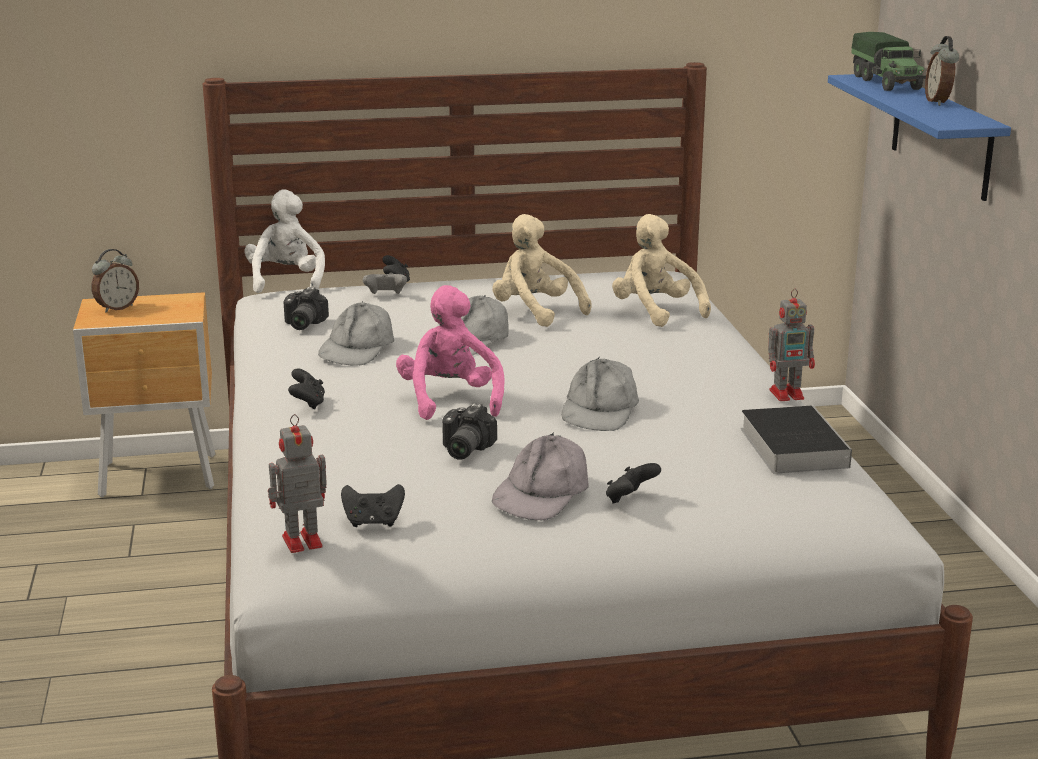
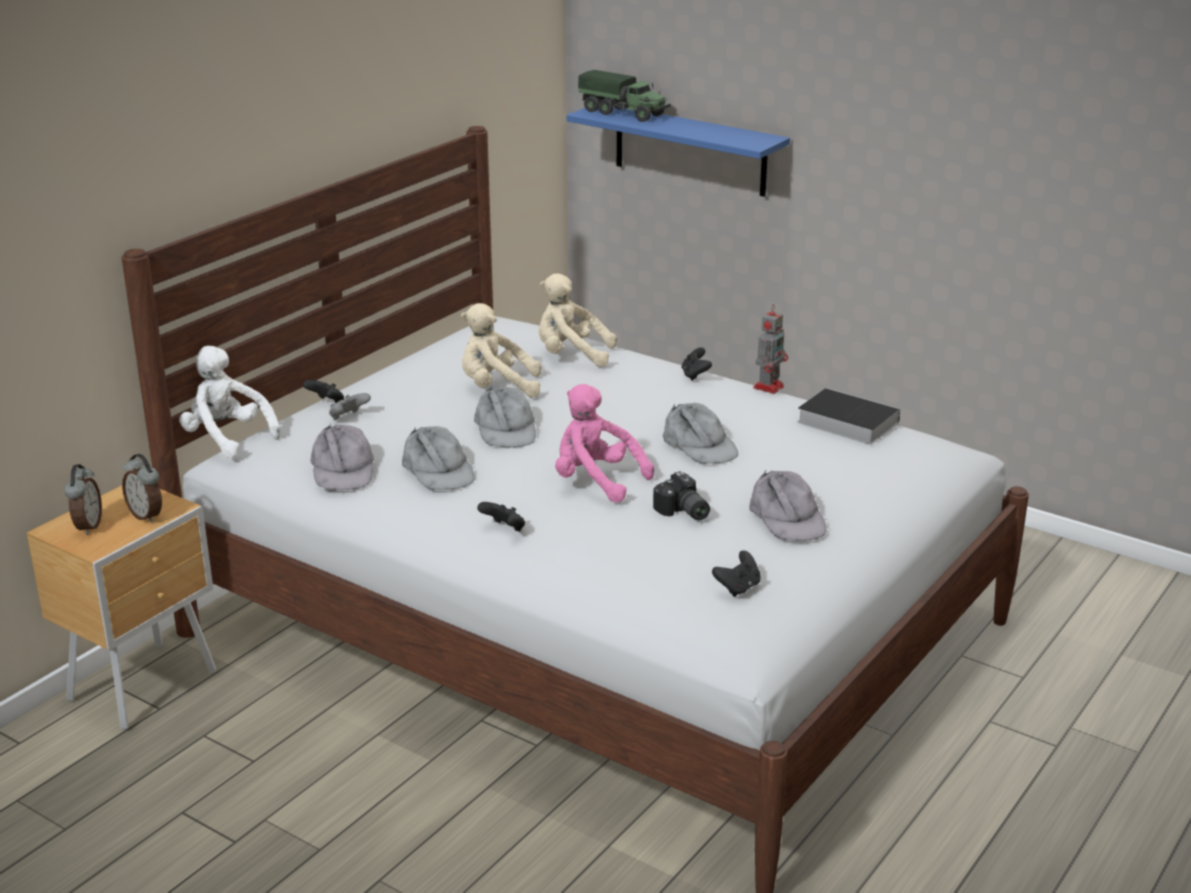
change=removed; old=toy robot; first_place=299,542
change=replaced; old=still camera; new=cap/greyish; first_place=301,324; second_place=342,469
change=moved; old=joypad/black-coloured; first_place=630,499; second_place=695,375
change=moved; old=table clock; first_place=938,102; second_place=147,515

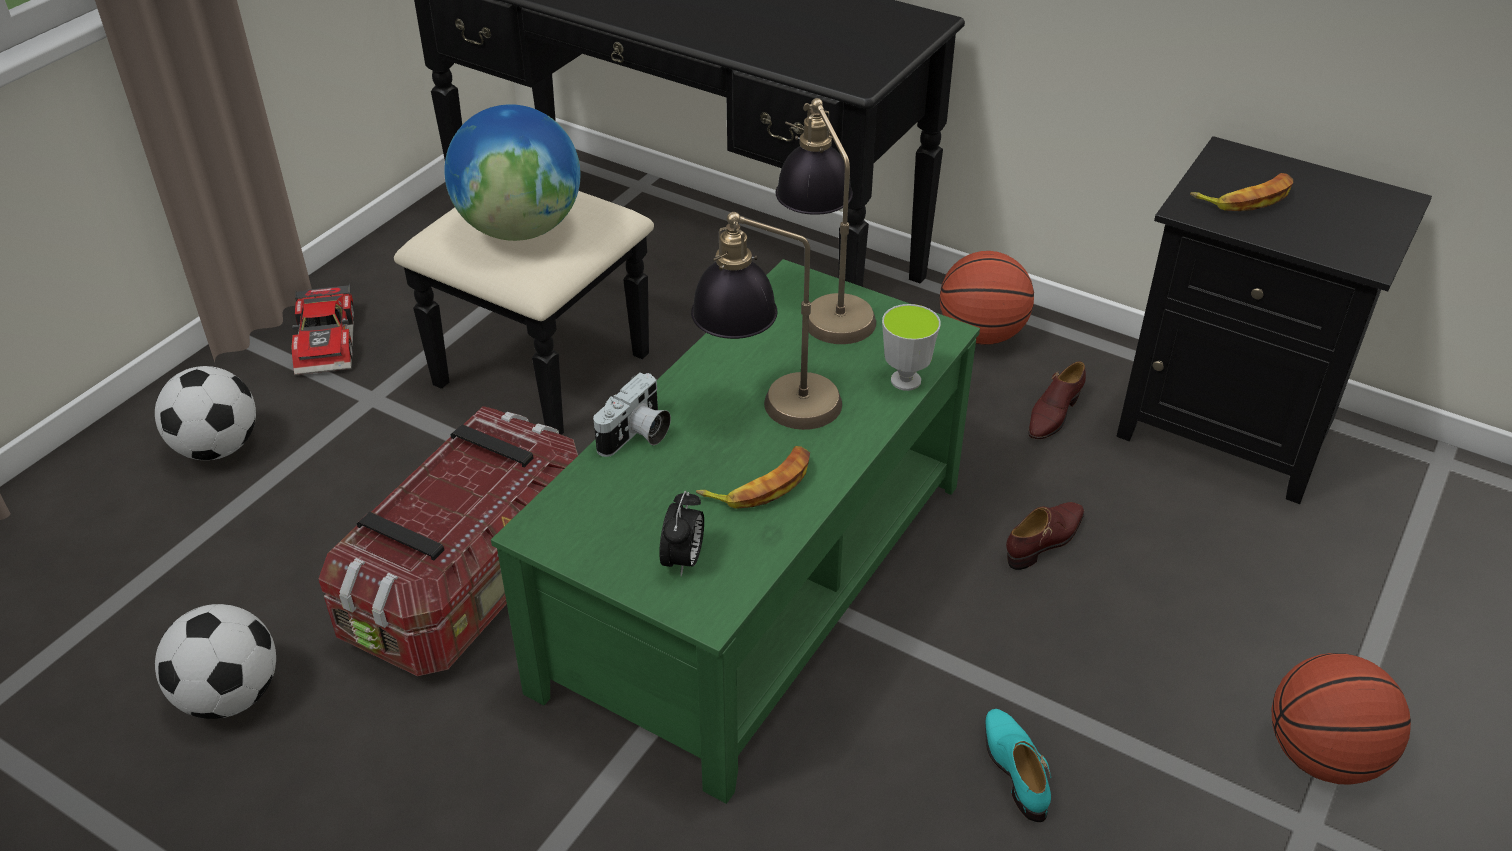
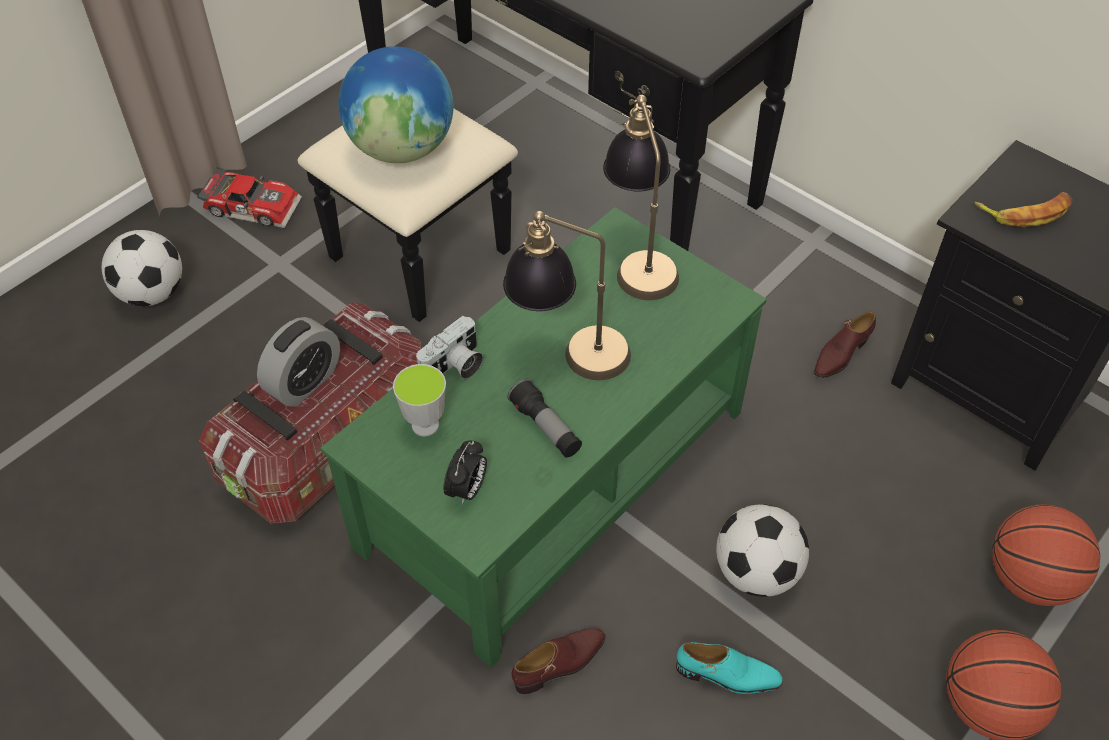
change=moved; old=football ball; first_place=230,696; second_place=756,572
change=turned; old=model car; first_place=329,341; second_place=254,205; degrees=-75
change=replaced; old=banana fruit; new=hand torch; first_place=761,484; second_place=545,427
change=moved; old=small cup; first_place=905,380; second_place=425,425
change=moved; old=ball for basketball; first_place=981,335; second_place=1029,579
change=turned; old=low shoe/turquoise; first_place=1015,768; second_place=727,675; degrees=105
change=moved; old=low shoe/brown; first_place=1045,541; second_place=560,664
change=added; new=table clock; second_place=304,382

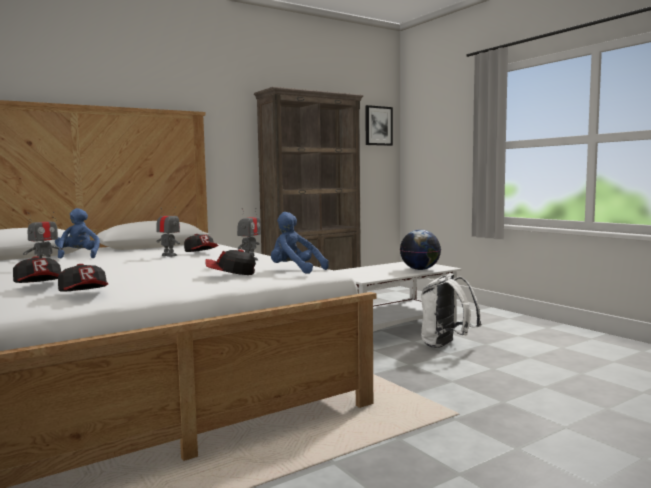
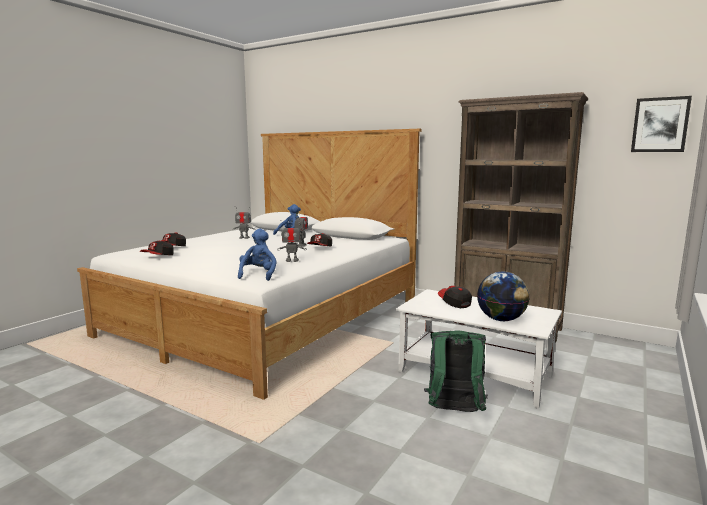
change=moved; old=cap; first_place=231,274; second_place=454,303
change=recoloured; old=knapsack/whitish; new=knapsack/green; first_place=446,345; second_place=454,412

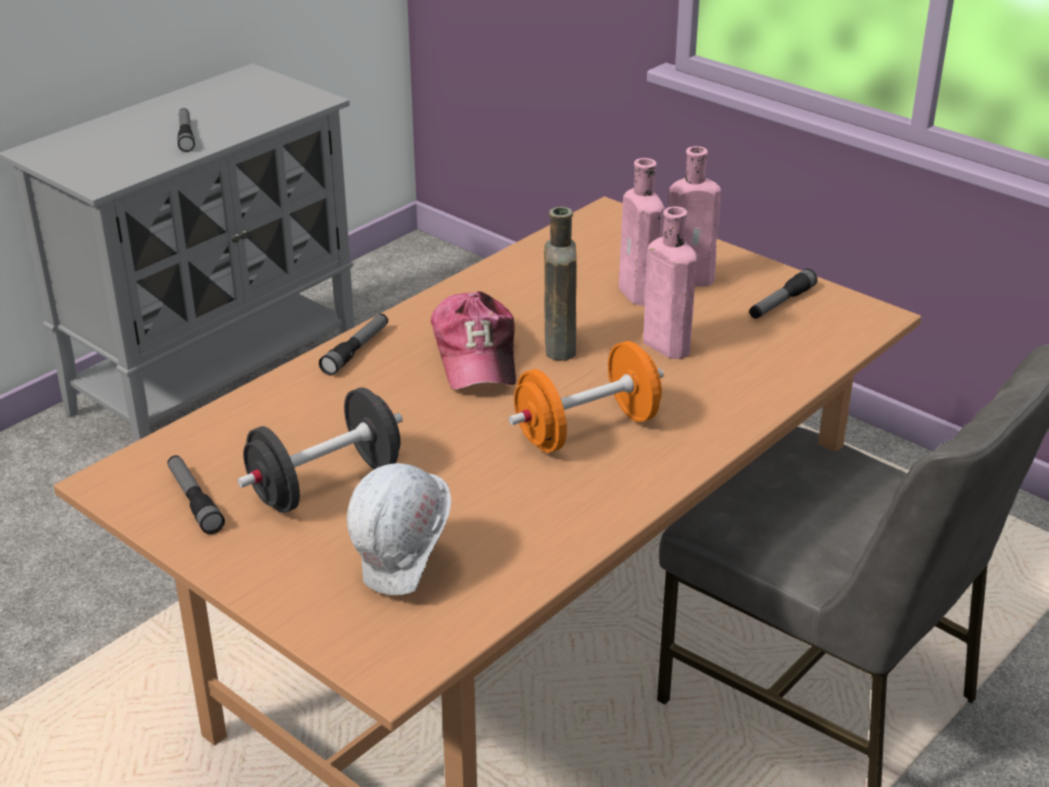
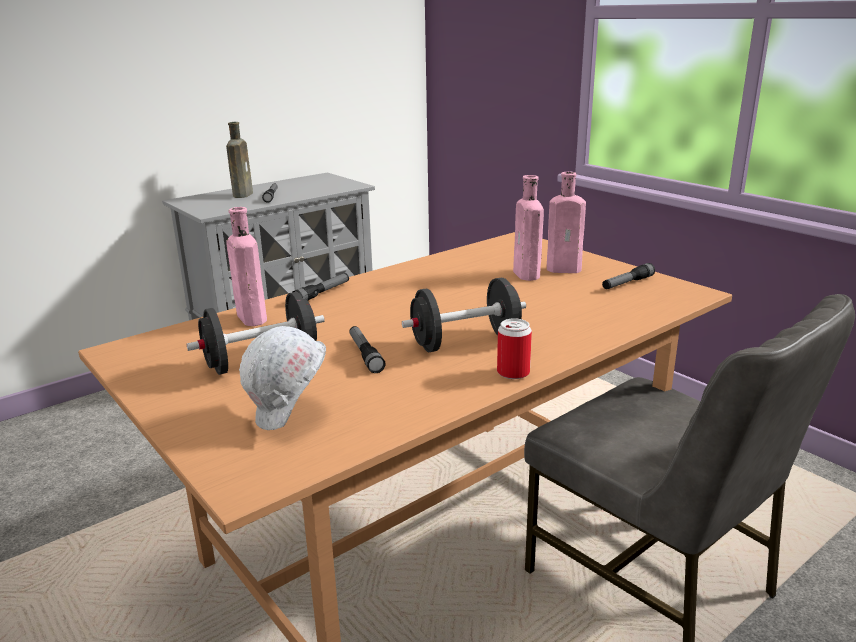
change=moved; old=hand torch; first_place=194,501; second_place=365,355
change=removed; old=cap; first_place=476,355
change=recoloured; old=dumbbell/orangey; new=dumbbell/black-coloured; first_place=586,430; second_place=465,342
change=moved; old=drink bottle/brown; first_place=559,344; second_place=243,194
change=moved; old=drink bottle/pinkish; first_place=663,344; second_place=250,317
change=added; new=can; second_place=513,373

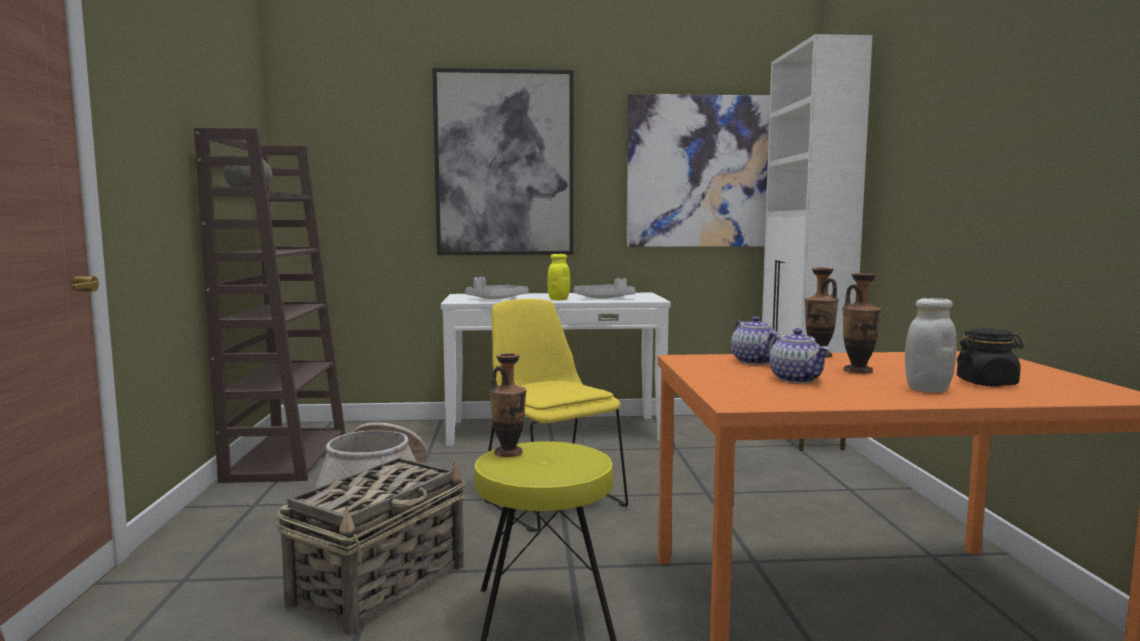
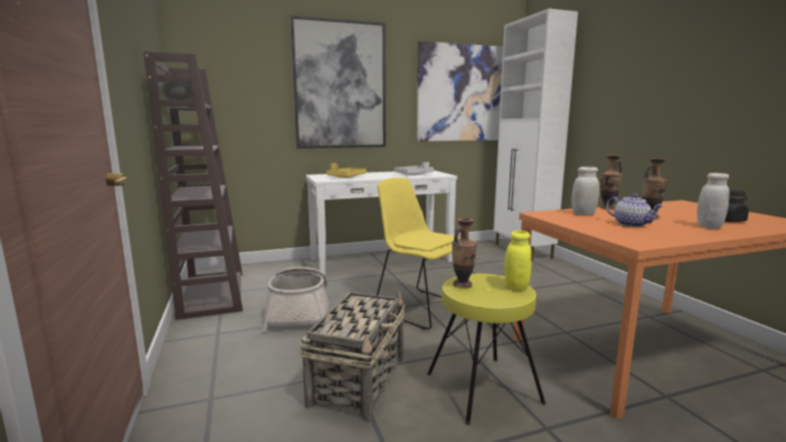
change=recoloured; old=carrying tray/greyish; new=carrying tray/yellow-coloured; first_place=496,299; second_place=346,177
change=moved; old=jar/yellow-coloured; first_place=558,299; second_place=516,286
change=replaced; old=pot for tea; new=jar/whitish; first_place=755,361; second_place=583,214

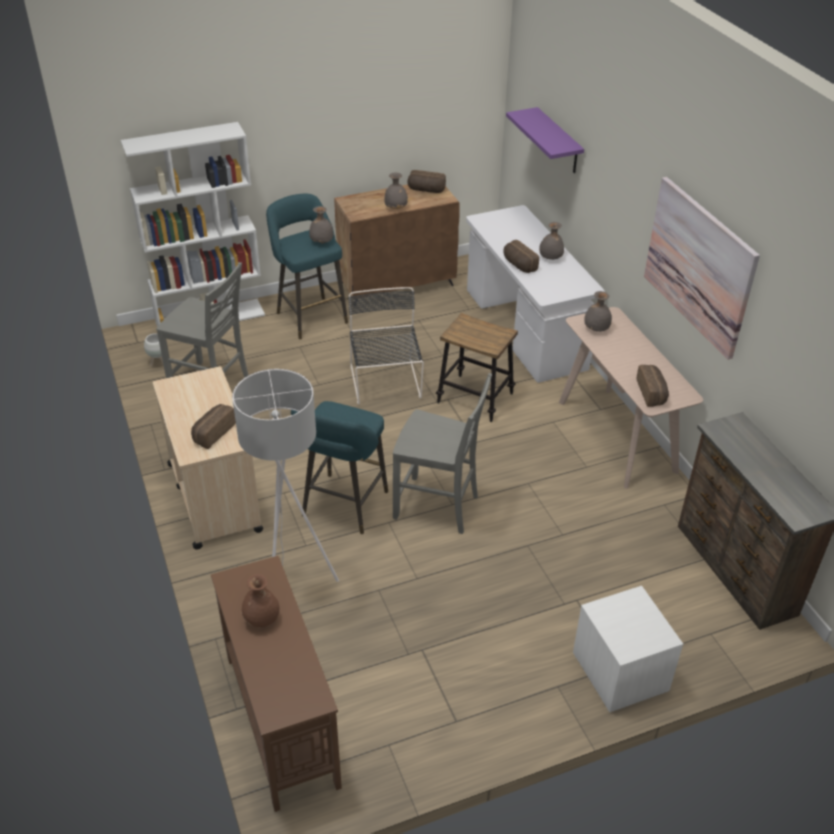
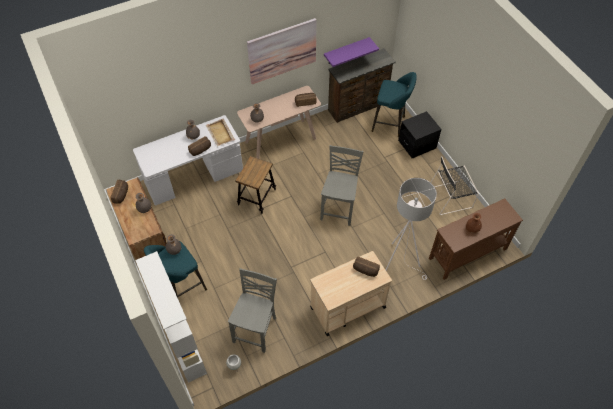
change=moved; old=stool seat/turquoise; first_place=343,507; second_place=390,124
change=moved; old=plain chair/black-coloured; first_place=385,384; second_place=451,197
change=moved; old=shelf/purplish; first_place=558,141; second_place=346,51
change=recoloured; old=night table/whitish; new=night table/black-coloured; first_place=620,672; second_place=417,144
change=added; new=carrying tray/sand-coloured; second_place=220,133

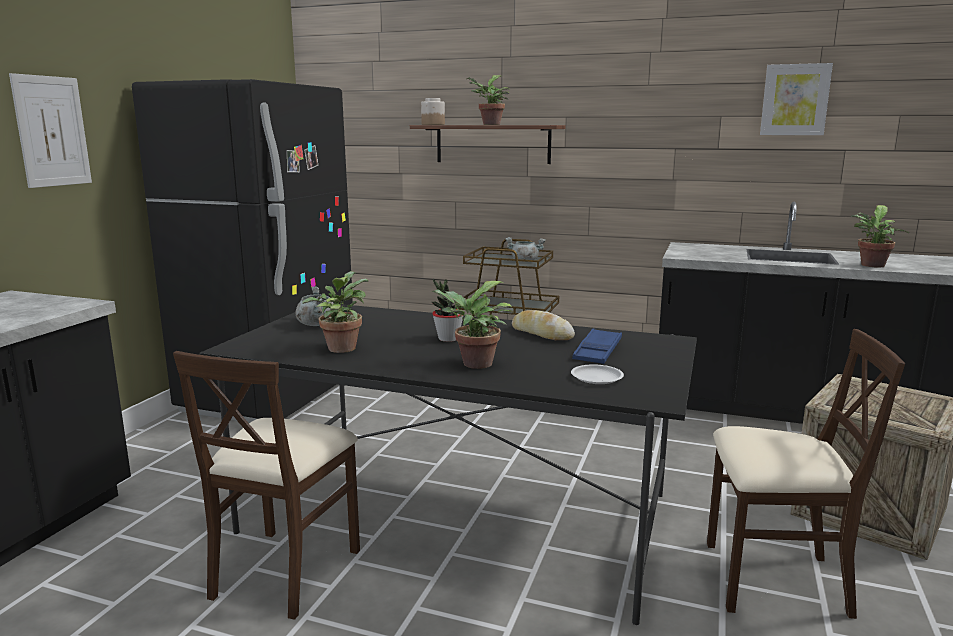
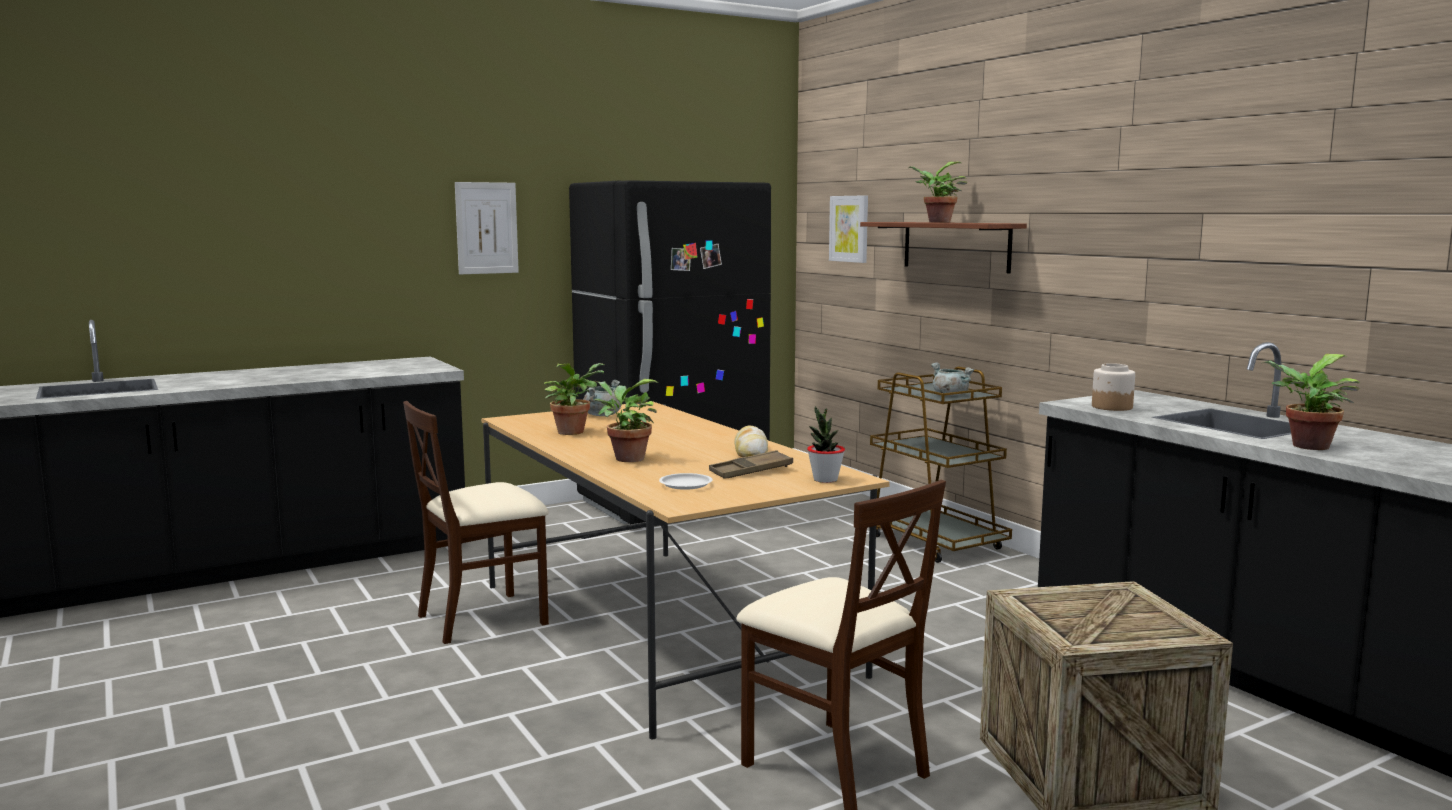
change=recoloured; old=dinner table/black-coloured; new=dinner table/sand-coloured; first_place=458,513; second_place=660,627
change=moved; old=jar; first_place=432,125; second_place=1111,407
change=moved; old=plant in a pot; first_place=448,339; second_place=825,480
change=recoloured; old=carrying tray/bluish; new=carrying tray/brown; first_place=597,352; second_place=751,471
change=moved; old=picture; first_place=795,100; second_place=849,228

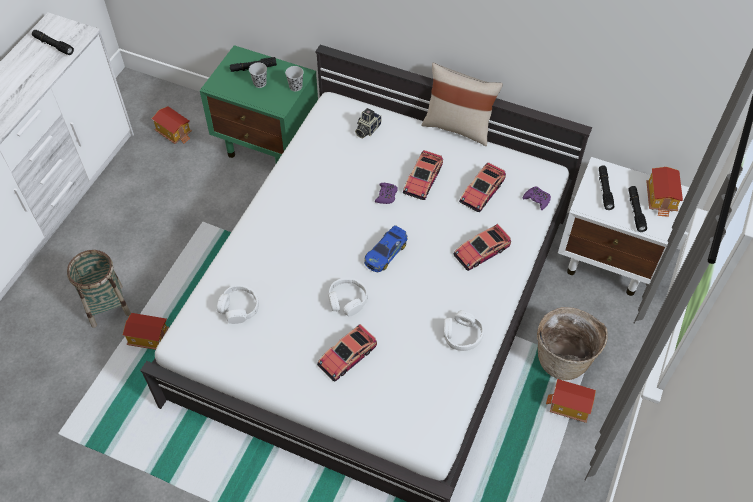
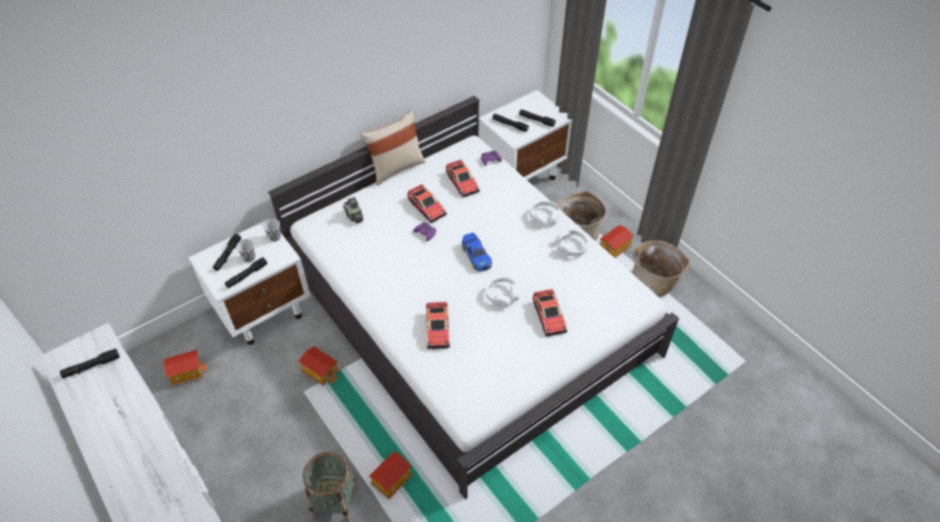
change=recoloured; old=night table/green; new=night table/whitish; first_place=269,145; second_place=264,312
change=moved; old=headset/whitish; first_place=239,308; second_place=544,217
change=moved; old=model car; first_place=481,251; second_place=437,329
change=moved; old=toy house; first_place=661,199; second_place=321,371
change=added; new=hand torch/black-coloured; second_place=246,275
change=added; new=basket; second_place=654,282

